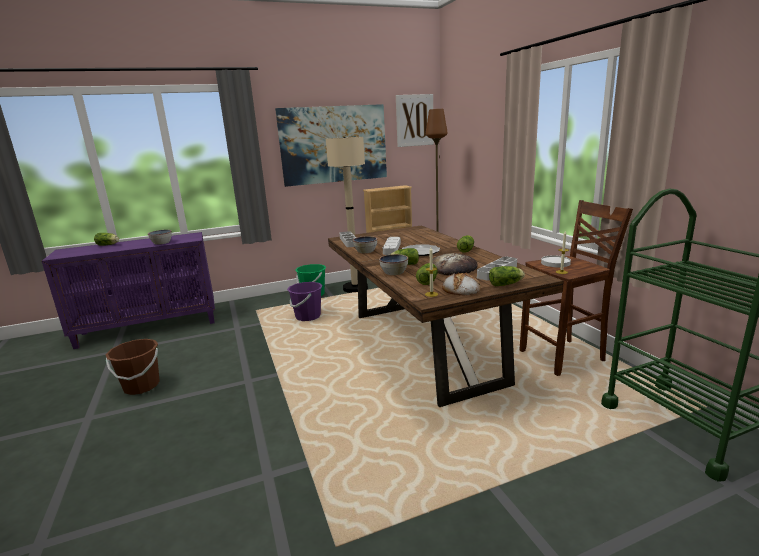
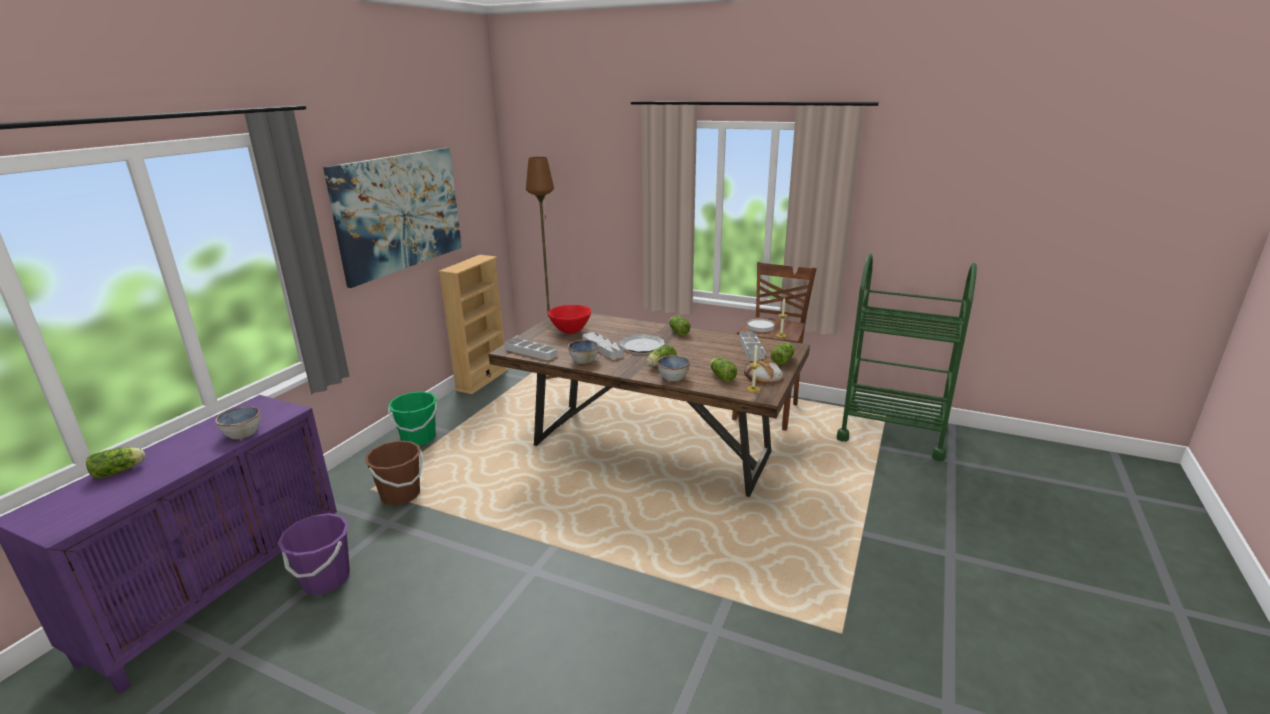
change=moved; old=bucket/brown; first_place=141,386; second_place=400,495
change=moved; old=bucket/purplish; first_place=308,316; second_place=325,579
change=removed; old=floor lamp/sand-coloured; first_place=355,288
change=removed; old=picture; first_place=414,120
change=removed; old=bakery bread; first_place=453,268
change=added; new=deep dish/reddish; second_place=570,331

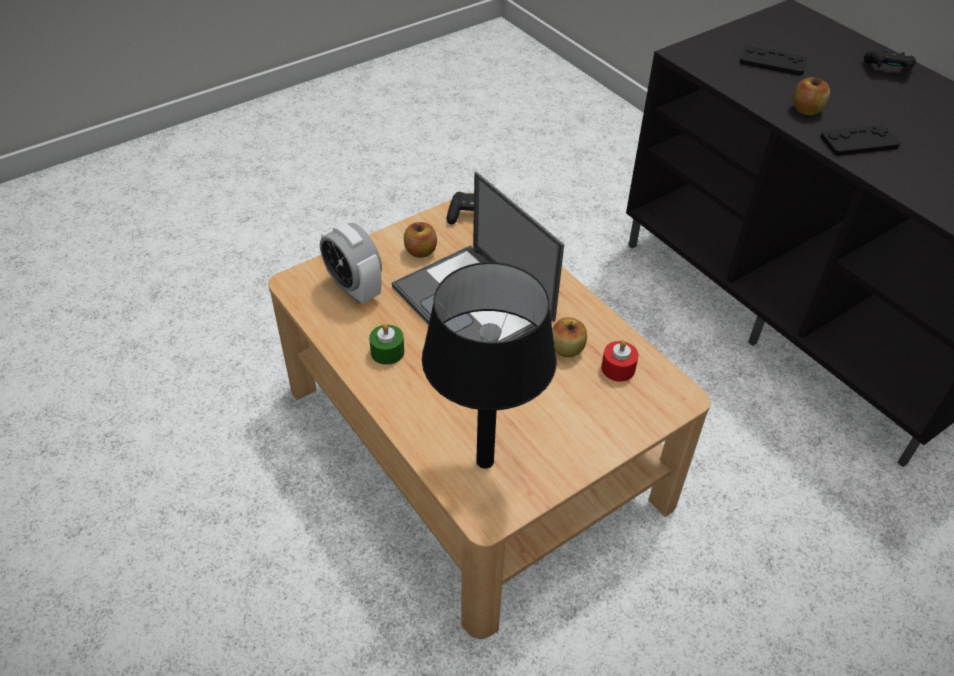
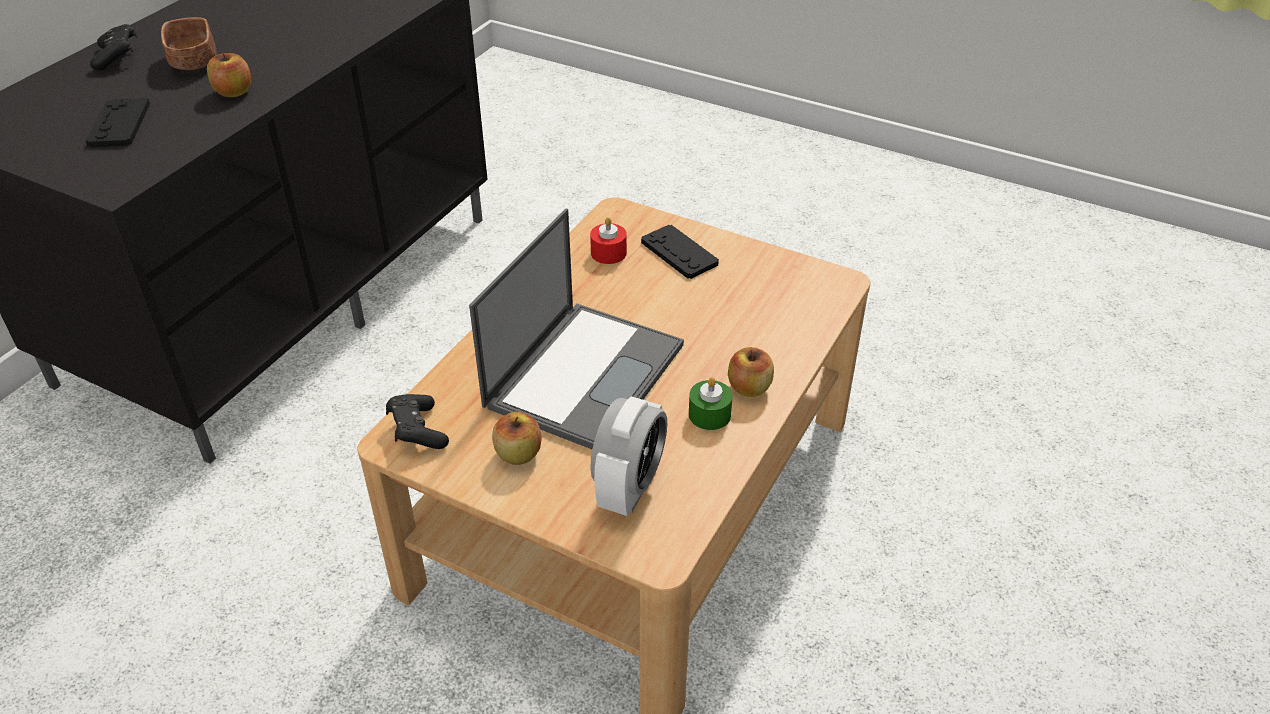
change=removed; old=table lamp/black-coloured; first_place=485,460
change=moved; old=apple; first_place=566,349; second_place=749,388
change=moved; old=joypad/black-coloured; first_place=859,142; second_place=679,253
change=added; new=deep dish/brown; second_place=193,61

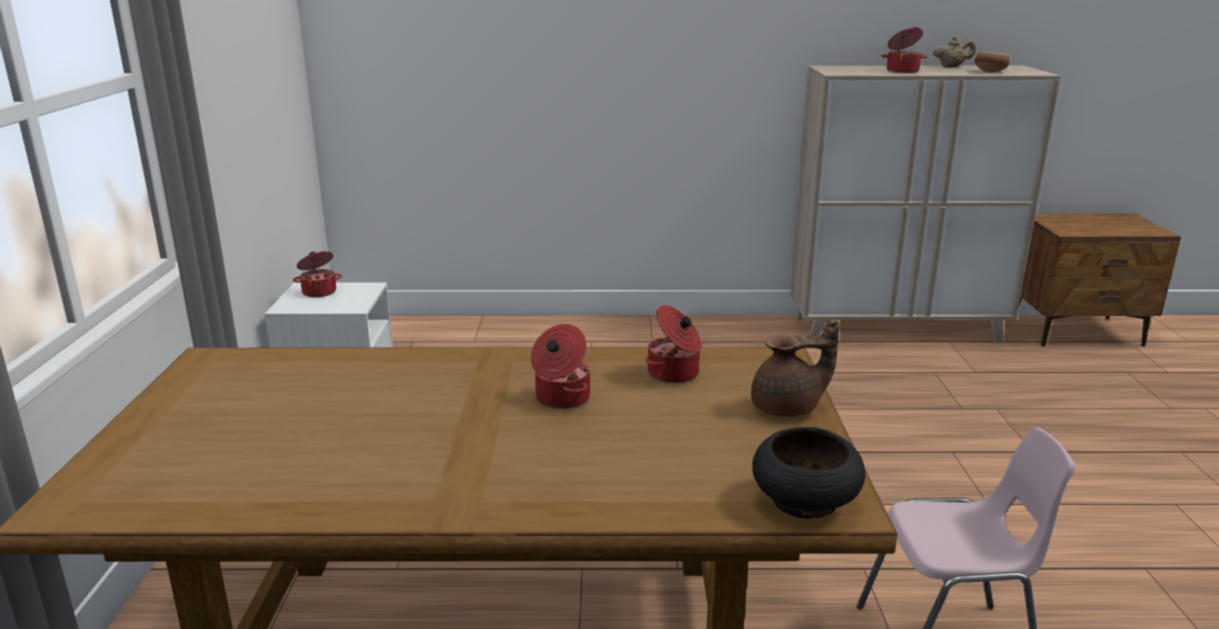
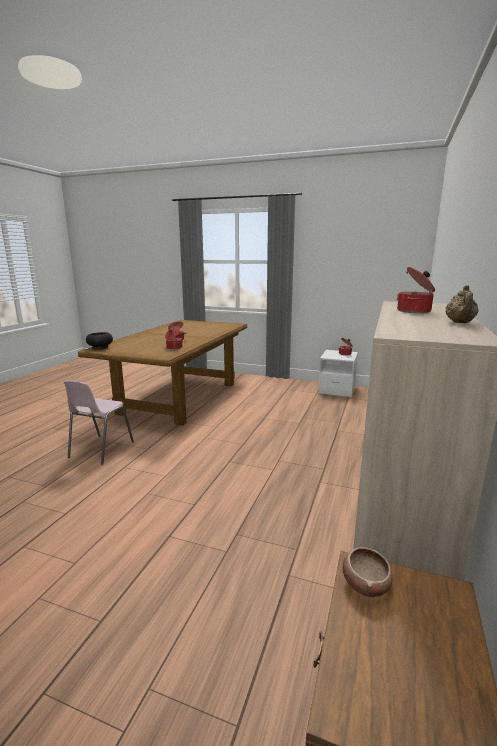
change=removed; old=pot for tea/brown; first_place=788,408
change=moved; old=deep dish; first_place=989,72; second_place=365,584

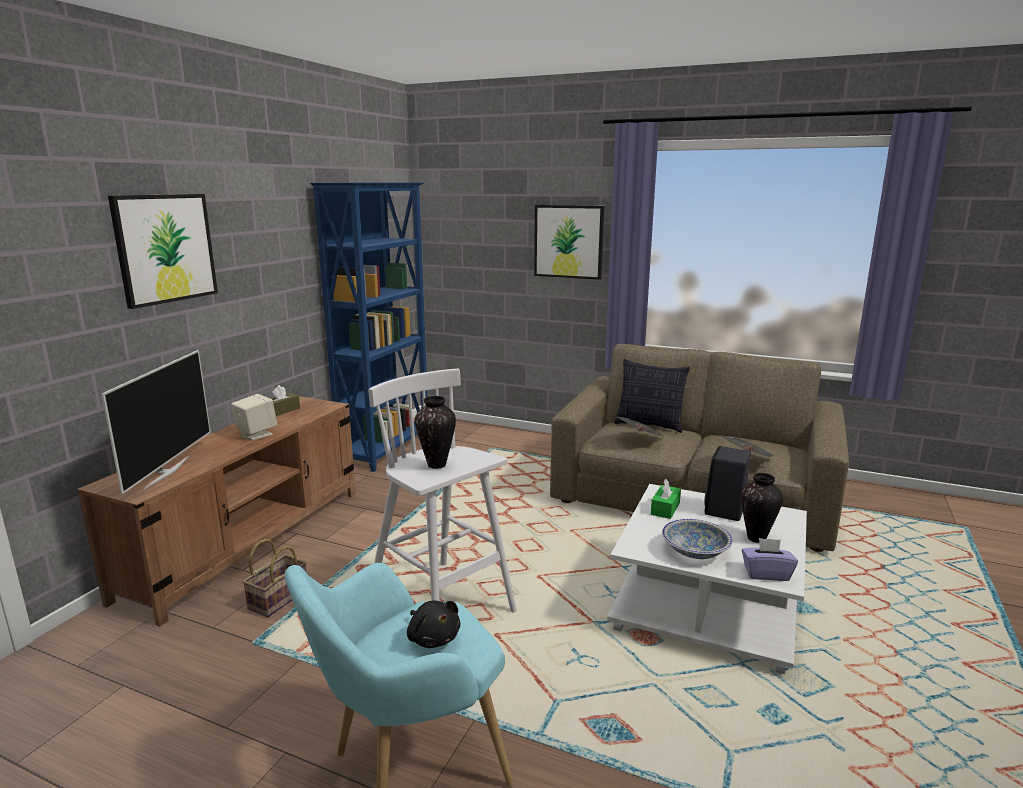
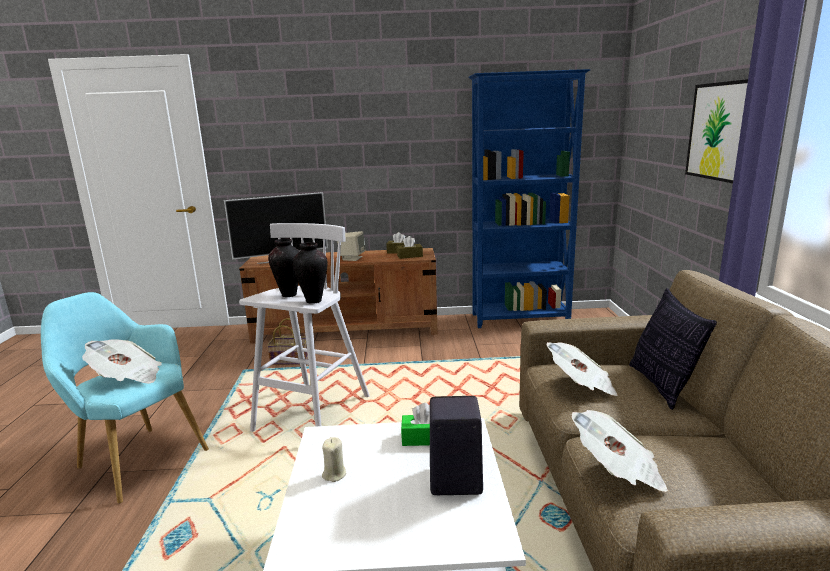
change=removed; old=picture; first_place=165,248
change=replaced; old=cuddly toy/black-coloured; new=daily paper; first_place=433,638; second_place=127,377
change=replaced; old=deep dish; new=wax candle/sand-coloured; first_place=695,551; second_place=334,474
change=moved; old=vase; first_place=756,539; second_place=313,301
change=removed; old=tissue box/purplish; first_place=766,574
change=added; new=tissue box/brown; second_place=410,256

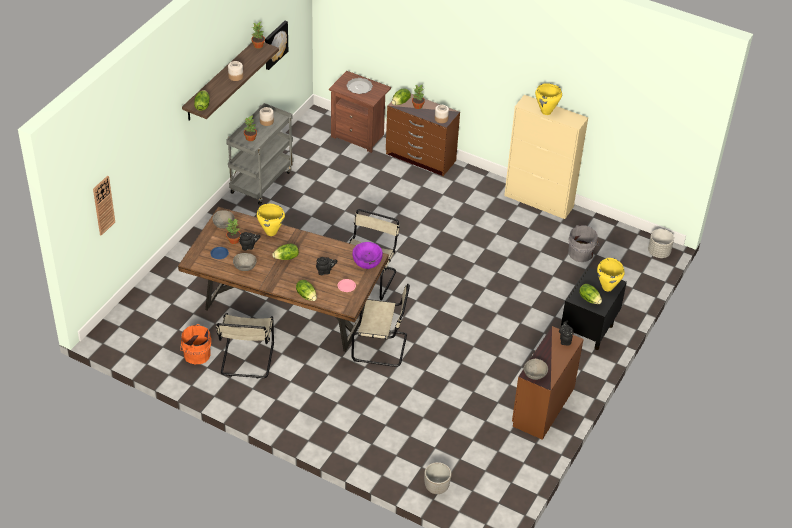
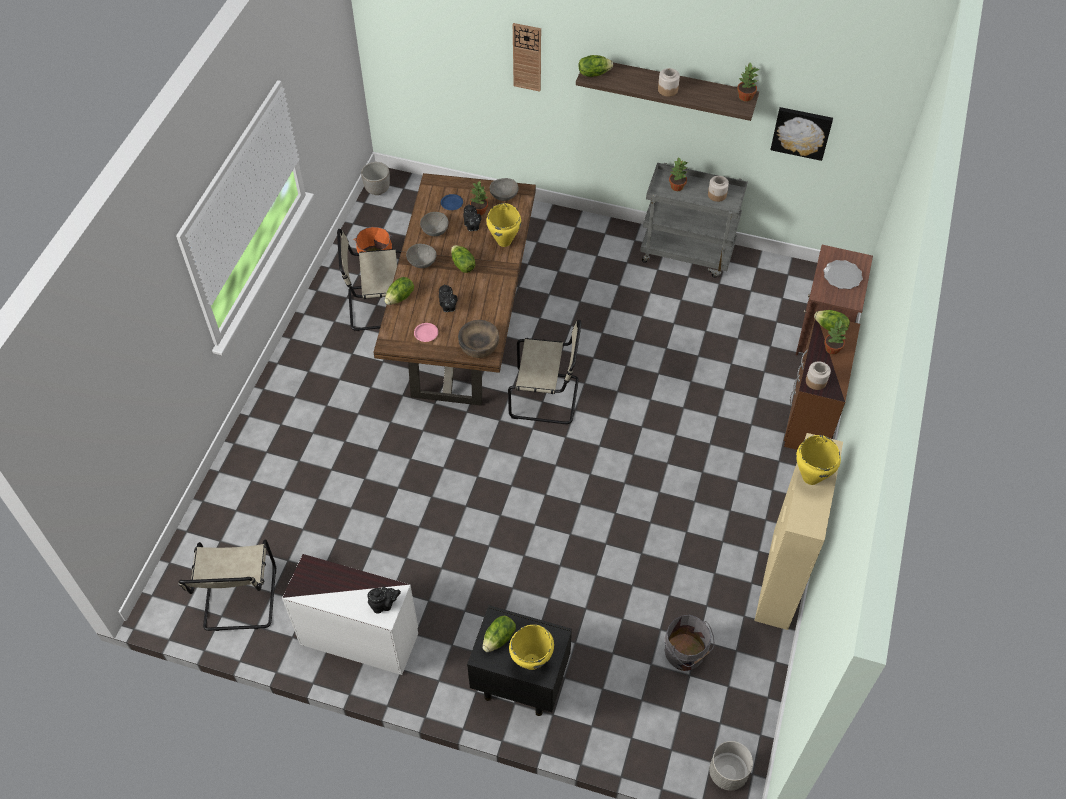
change=moved; old=hanging clock; first_place=103,205; second_place=527,57
change=recoloured; old=deep dish/purplish; new=deep dish/brown; first_place=367,261; second_place=479,346
change=moved; old=plain chair/sand-coloured; first_place=382,347; second_place=240,601
change=moved; old=plant pot; first_place=436,488; second_place=377,190
change=recoloured; old=drawer chest/brown; new=drawer chest/whitish; first_place=542,406; second_place=359,637
change=moved; old=deep dish/greyish; first_place=534,375; second_place=421,262

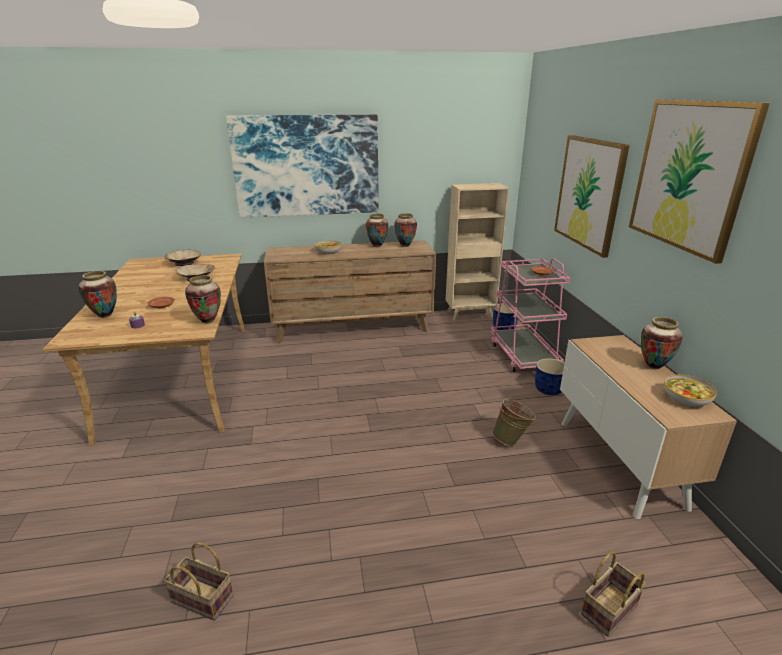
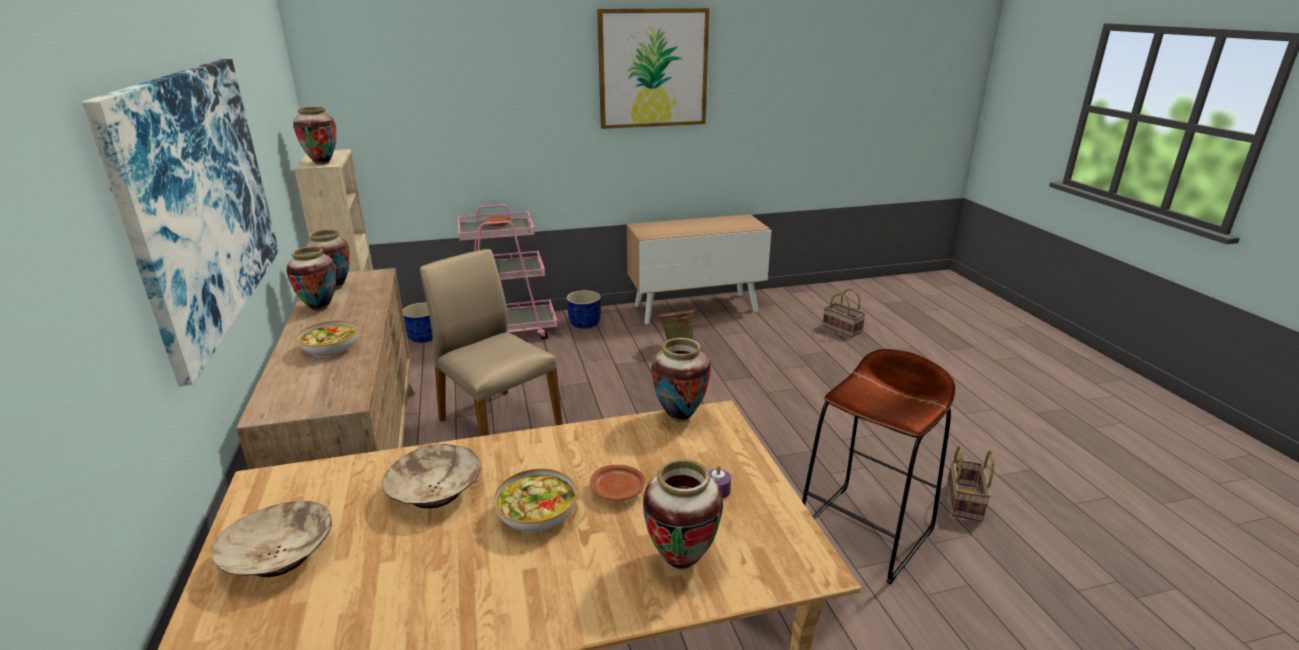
change=removed; old=picture; first_place=589,193
change=moved; old=vase; first_place=653,366; second_place=322,163
change=moved; old=deep dish; first_place=686,398; second_place=537,514
change=added; new=plain chair/sand-coloured; second_place=497,423
change=added; new=stool seat/brown; second_place=866,531

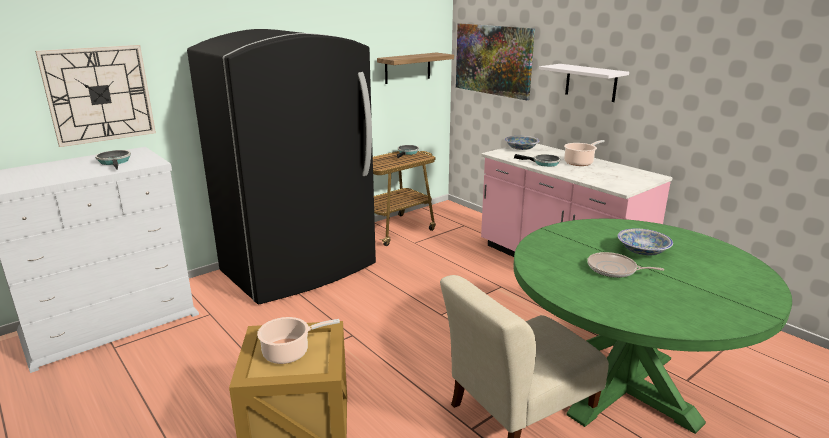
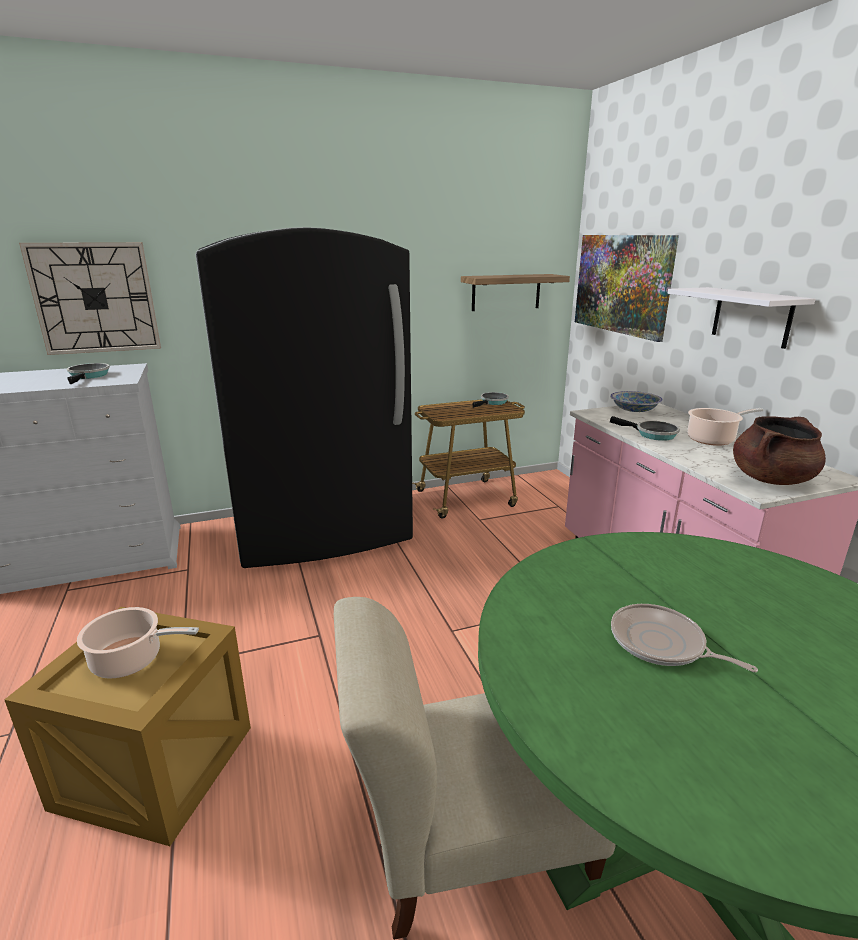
change=removed; old=deep dish; first_place=642,251
change=added; new=stockpot/brown; second_place=771,479

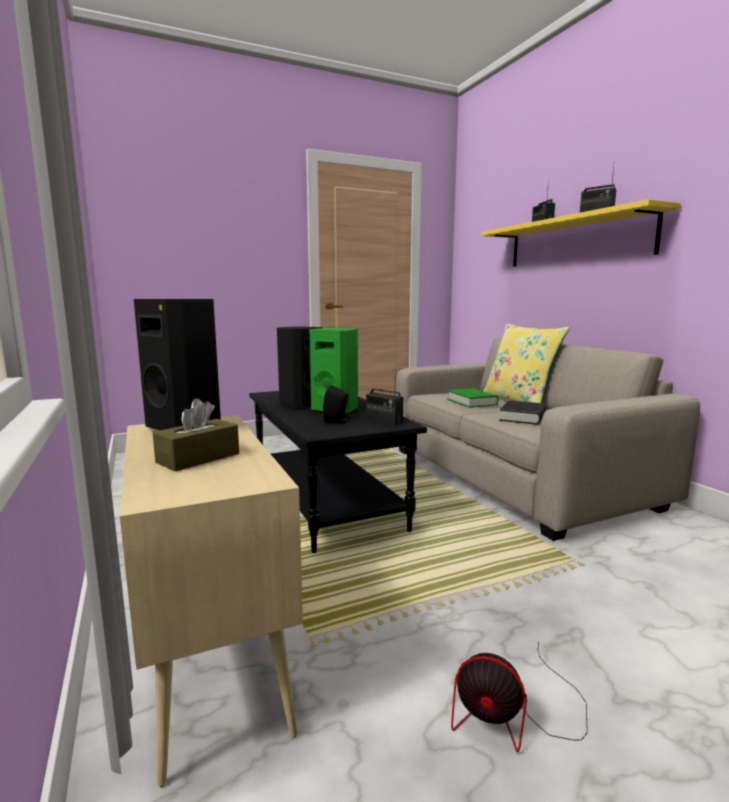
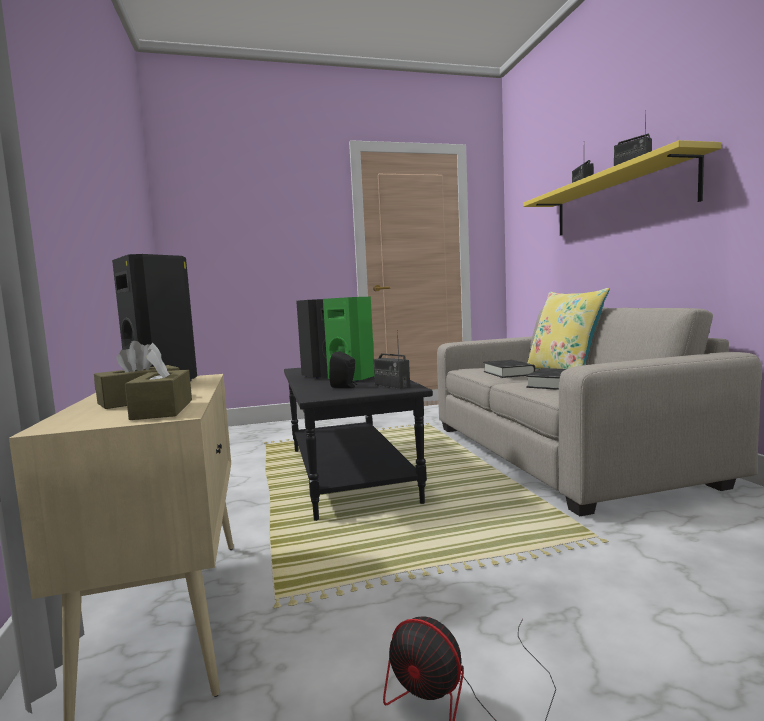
change=recoloured; old=volume/green; new=volume/black-coloured; first_place=471,402; second_place=508,373
change=added; new=tissue box/brown; second_place=163,409

